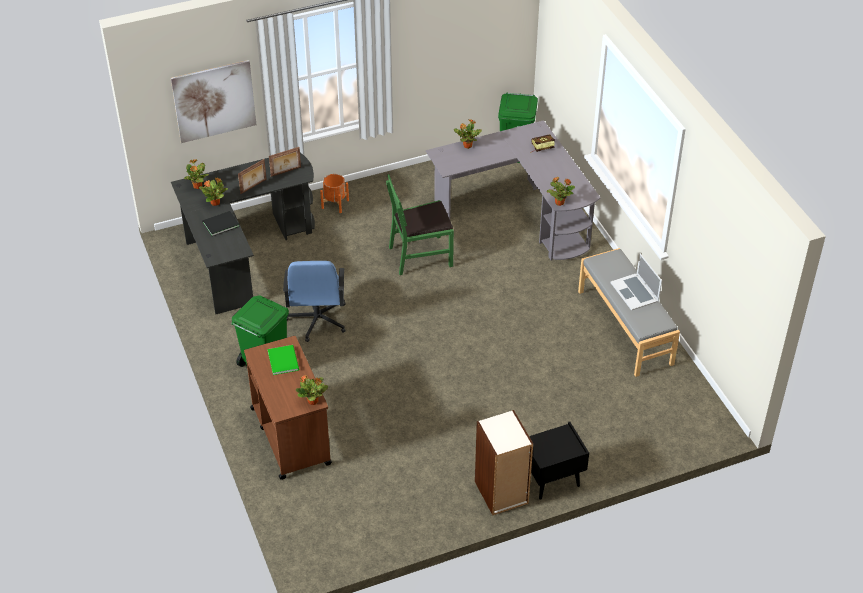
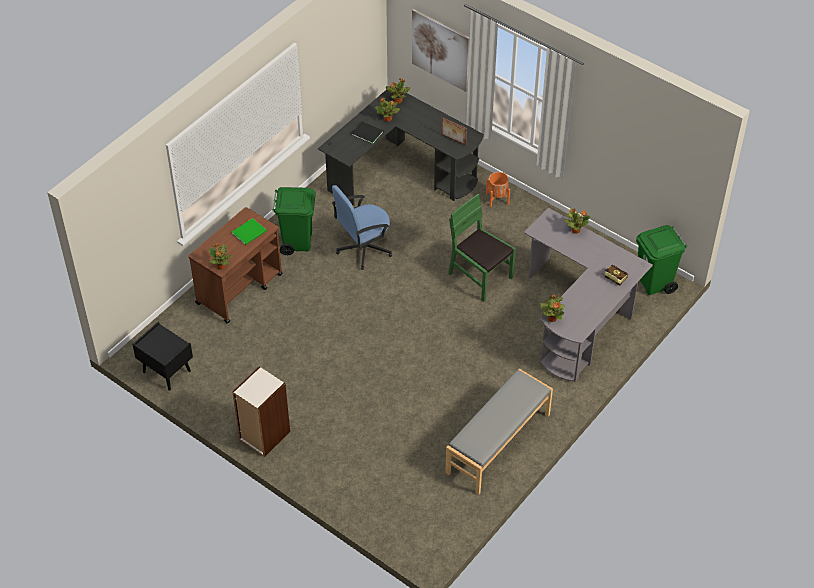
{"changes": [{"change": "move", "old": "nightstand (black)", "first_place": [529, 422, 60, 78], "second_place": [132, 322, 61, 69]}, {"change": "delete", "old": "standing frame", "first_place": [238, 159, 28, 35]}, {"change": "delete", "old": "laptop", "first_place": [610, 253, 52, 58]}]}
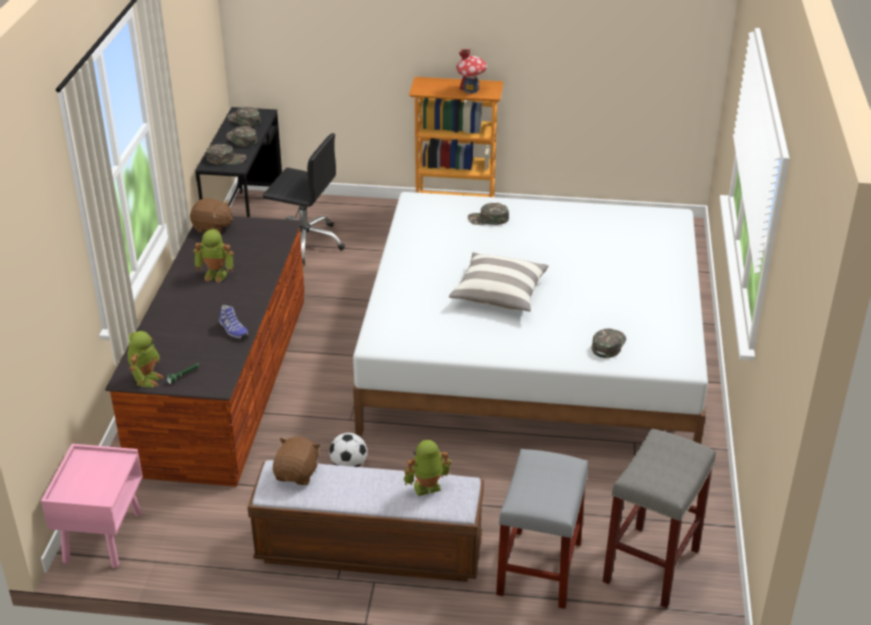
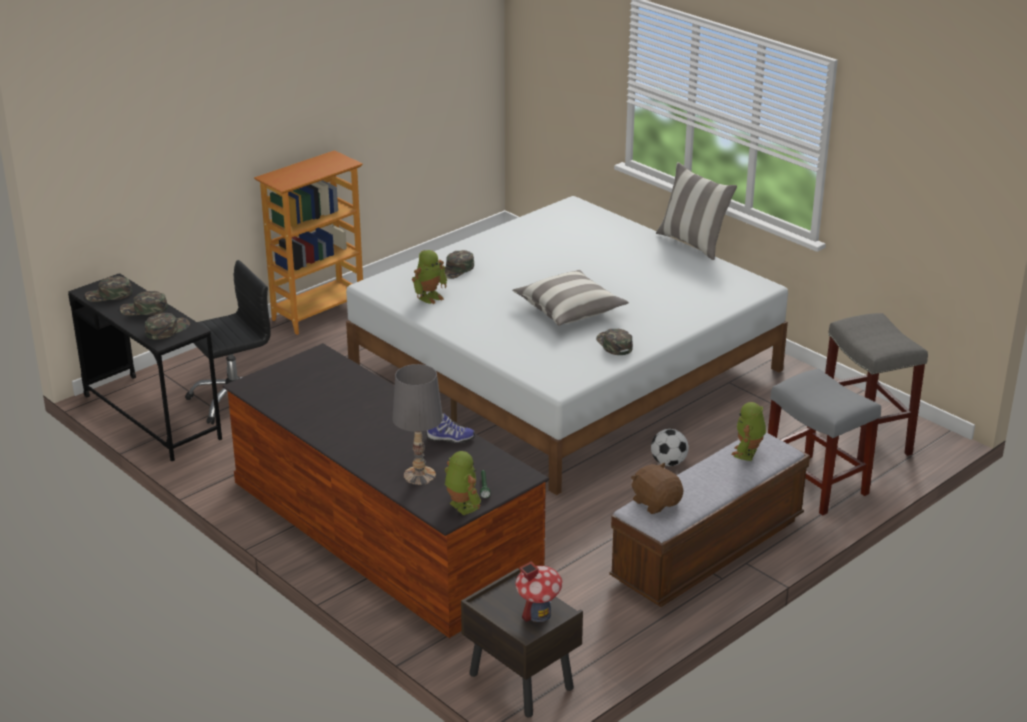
{"changes": [{"change": "insert", "new": "table lamp (greyish)", "second_place": [392, 364, 51, 121]}, {"change": "move", "old": "model robot", "first_place": [194, 229, 40, 54], "second_place": [412, 250, 35, 54]}, {"change": "recolor", "old": "nightstand (pink-coloured)", "new": "nightstand (brownish)", "first_place": [41, 444, 102, 124], "second_place": [461, 568, 122, 149]}, {"change": "move", "old": "miniature house", "first_place": [457, 49, 30, 44], "second_place": [515, 561, 48, 61]}, {"change": "move", "old": "cap (green)", "first_place": [592, 328, 34, 30], "second_place": [596, 329, 37, 26]}, {"change": "move", "old": "ball for football", "first_place": [329, 433, 38, 34], "second_place": [651, 429, 38, 37]}, {"change": "insert", "new": "pillow", "second_place": [656, 162, 81, 98]}, {"change": "delete", "old": "plush toy (brownish)", "first_place": [190, 198, 43, 36]}]}
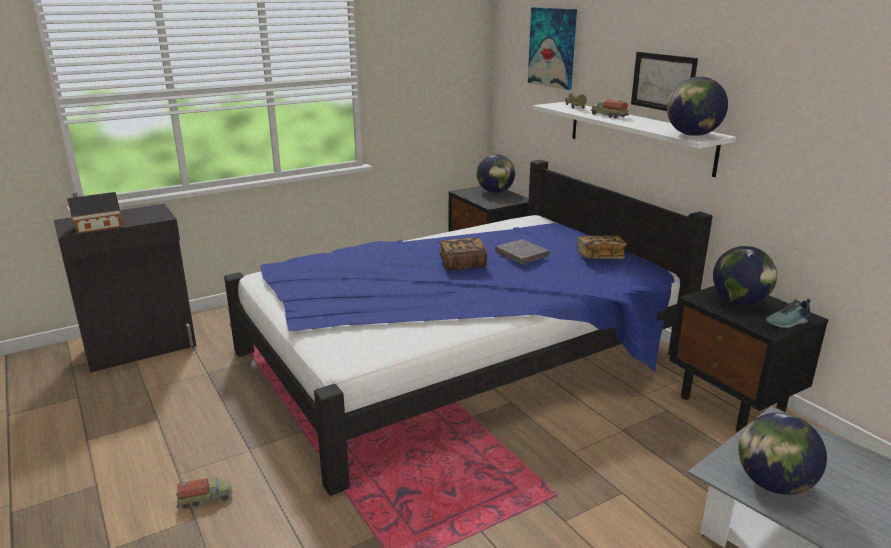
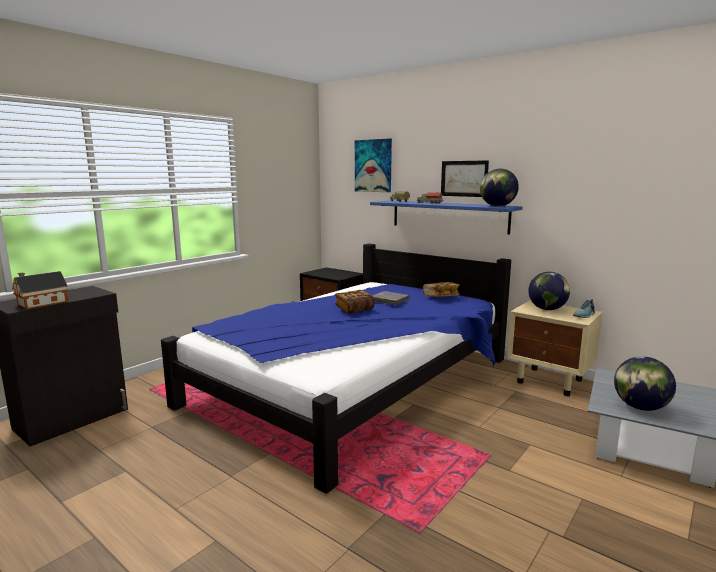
{"changes": [{"change": "recolor", "old": "bracket shelf (white)", "new": "bracket shelf (bluish)", "first_place": [533, 102, 204, 75], "second_place": [370, 201, 153, 34]}, {"change": "recolor", "old": "nightstand (black)", "new": "nightstand (beige)", "first_place": [669, 286, 160, 146], "second_place": [507, 300, 96, 96]}, {"change": "delete", "old": "model truck", "first_place": [176, 477, 56, 32]}, {"change": "delete", "old": "globe", "first_place": [477, 154, 38, 39]}]}
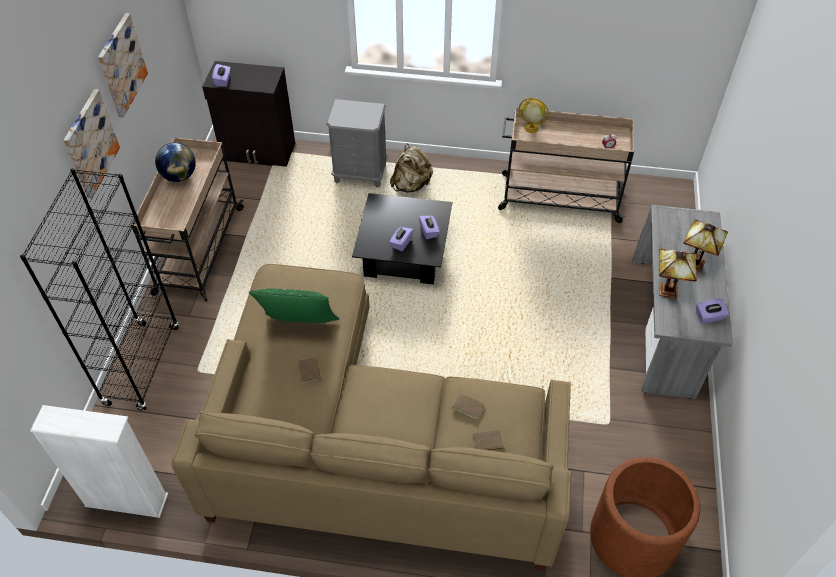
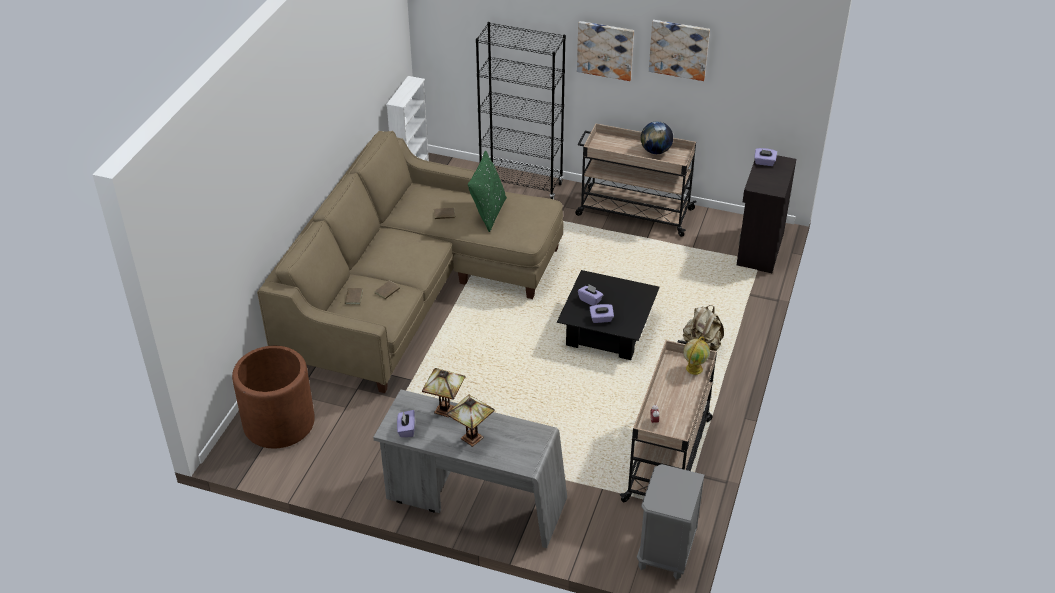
{"changes": [{"change": "move", "old": "nightstand (greyish)", "first_place": [326, 99, 62, 89], "second_place": [637, 464, 68, 116]}]}
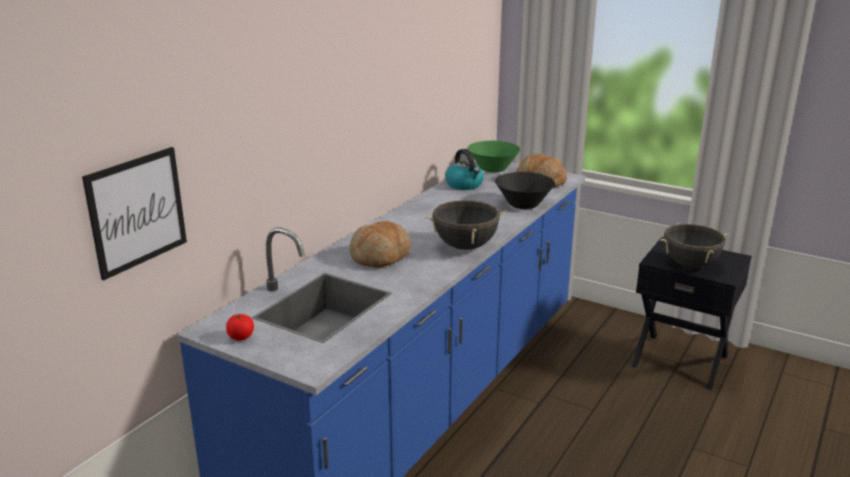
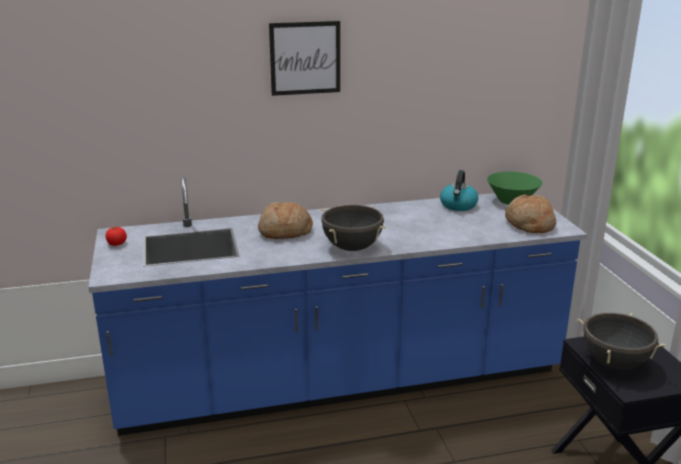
{"changes": [{"change": "move", "old": "wall art", "first_place": [82, 147, 105, 133], "second_place": [269, 21, 71, 75]}, {"change": "delete", "old": "bowl (black)", "first_place": [495, 172, 60, 37]}]}
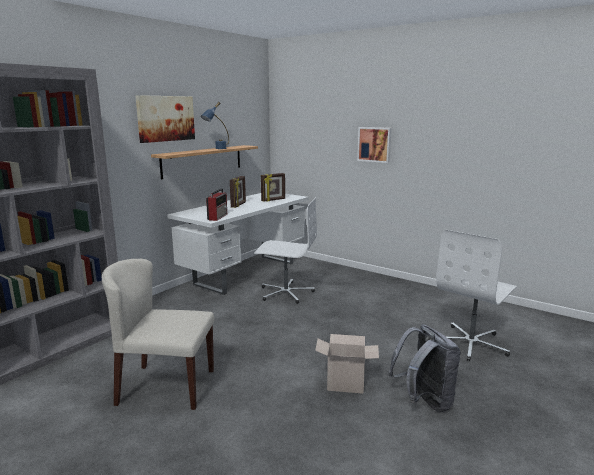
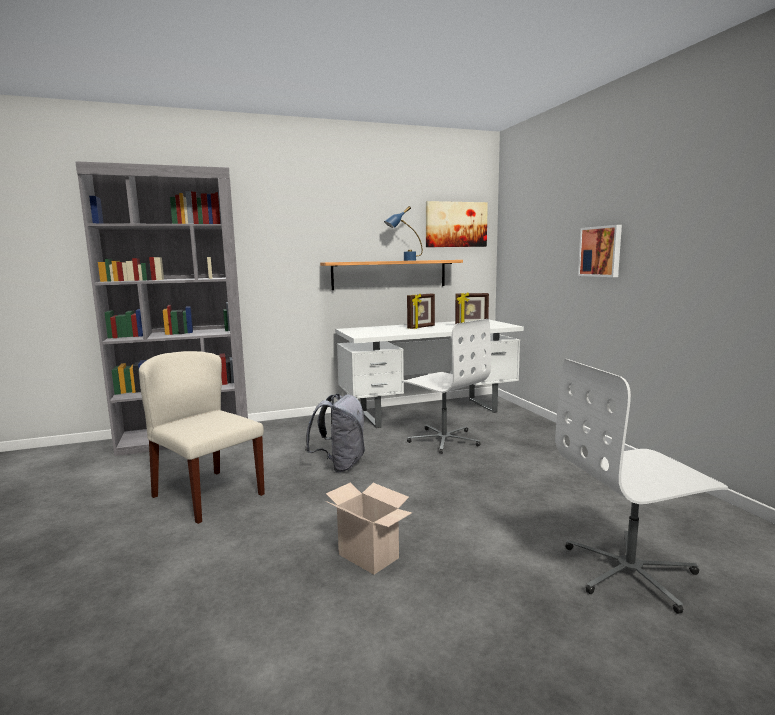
{"changes": [{"change": "move", "old": "rucksack (greyish)", "first_place": [388, 324, 73, 88], "second_place": [305, 394, 60, 78]}, {"change": "move", "old": "wall art", "first_place": [135, 95, 60, 48], "second_place": [426, 201, 62, 46]}, {"change": "delete", "old": "radio set", "first_place": [206, 188, 21, 33]}]}
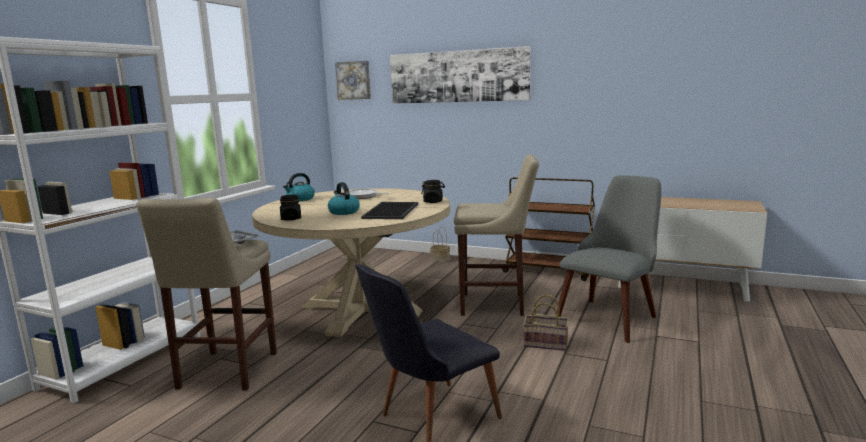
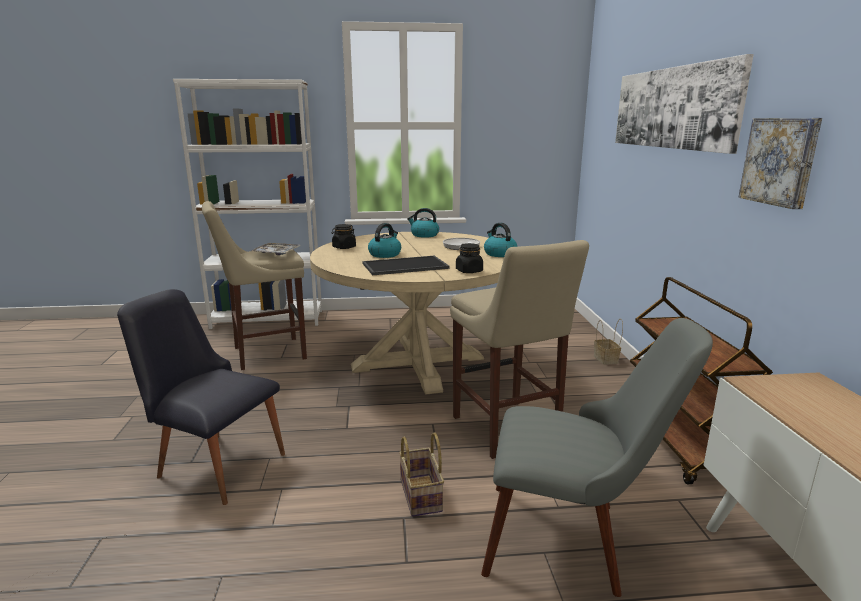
{"changes": [{"change": "insert", "new": "kettle", "second_place": [484, 223, 33, 34]}, {"change": "move", "old": "wall art", "first_place": [335, 61, 36, 39], "second_place": [738, 118, 84, 91]}]}
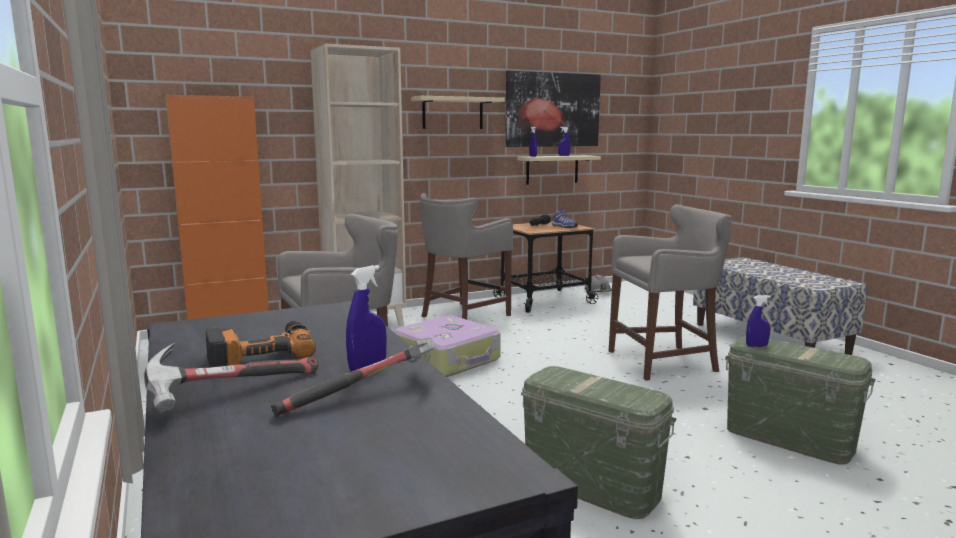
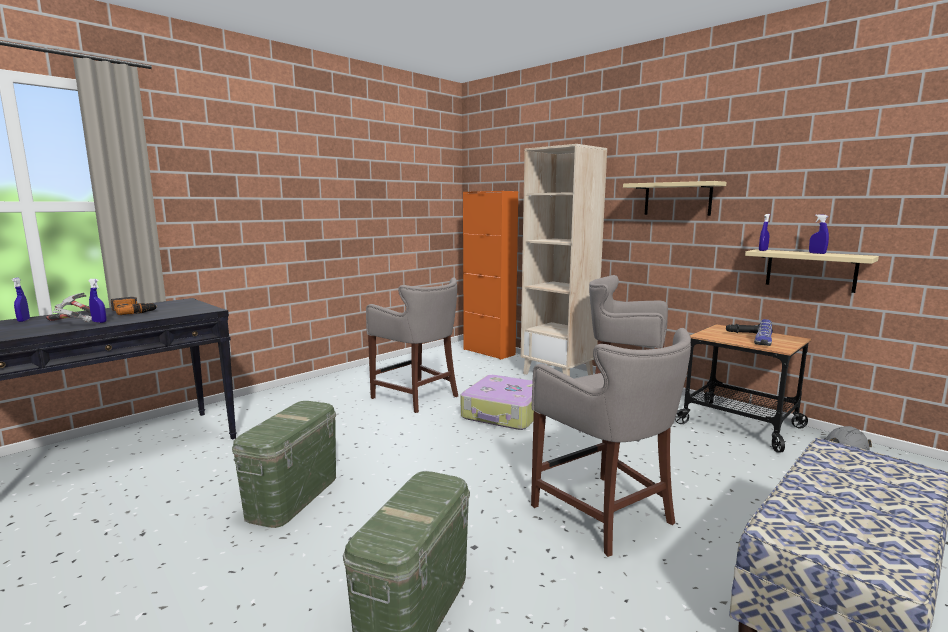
{"changes": [{"change": "move", "old": "sprayer (bluish)", "first_place": [746, 295, 25, 52], "second_place": [12, 278, 18, 44]}, {"change": "delete", "old": "wall art", "first_place": [505, 71, 96, 76]}]}
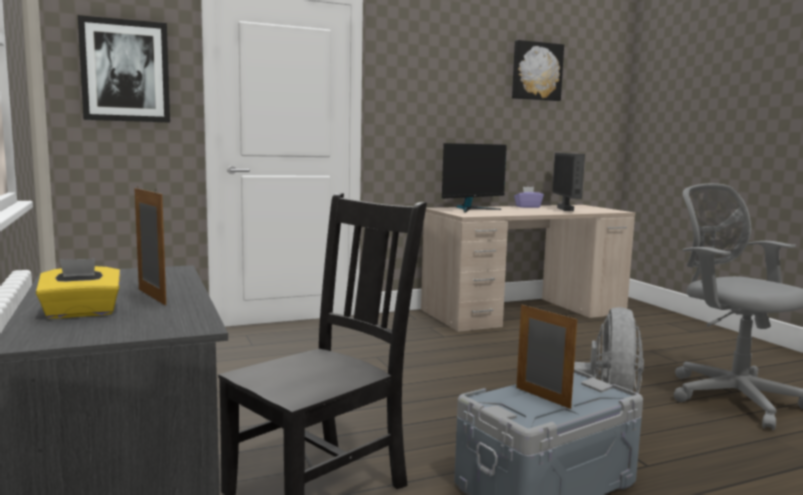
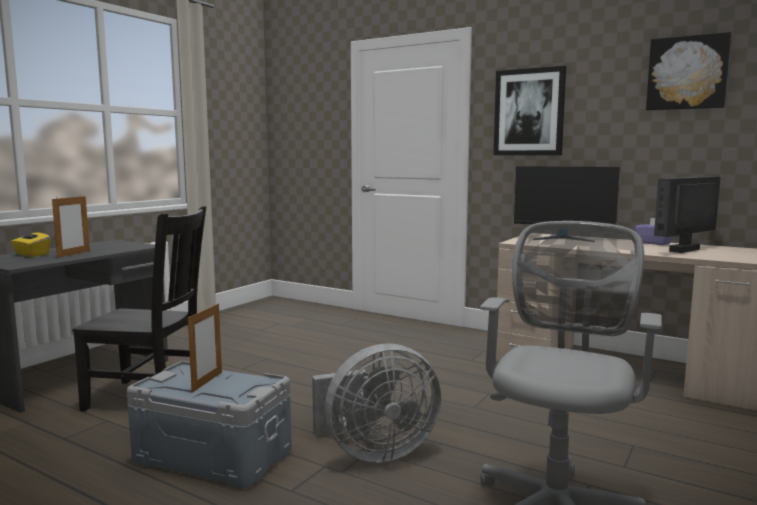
{"changes": [{"change": "move", "old": "wall art", "first_place": [78, 15, 92, 108], "second_place": [494, 66, 72, 89]}]}
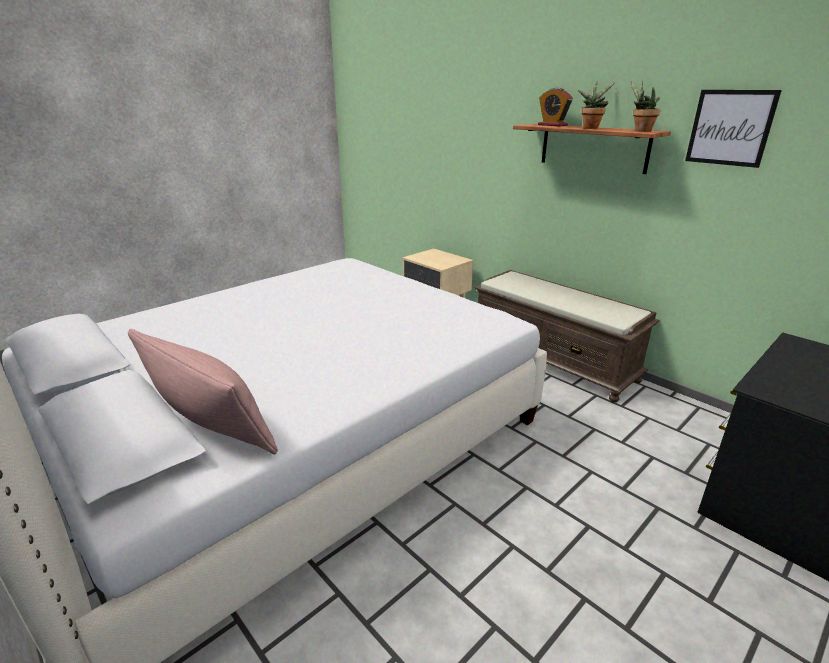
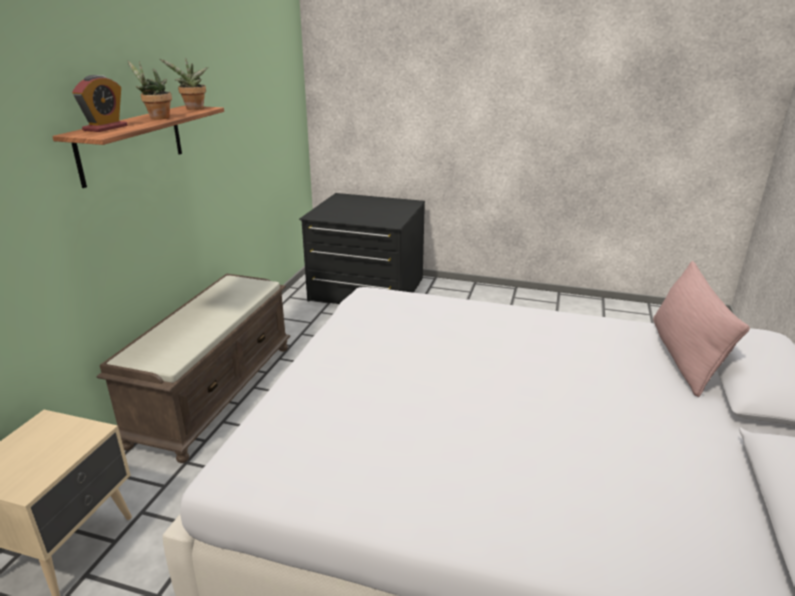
{"changes": [{"change": "delete", "old": "wall art", "first_place": [685, 90, 97, 78]}]}
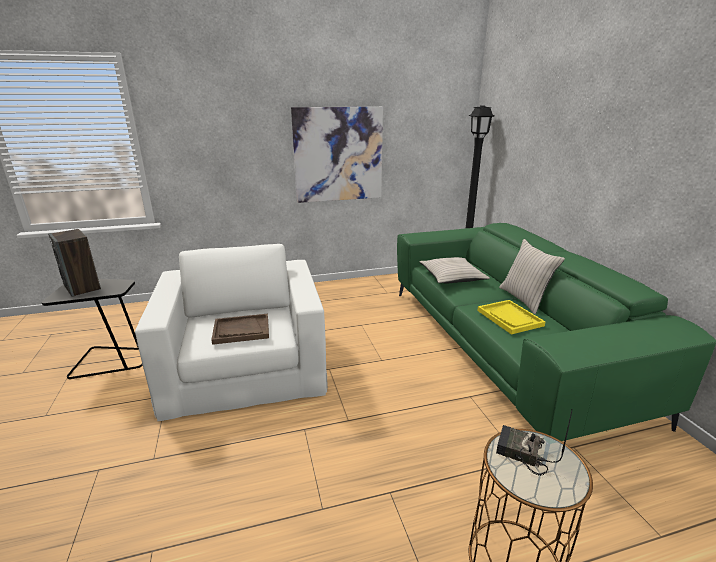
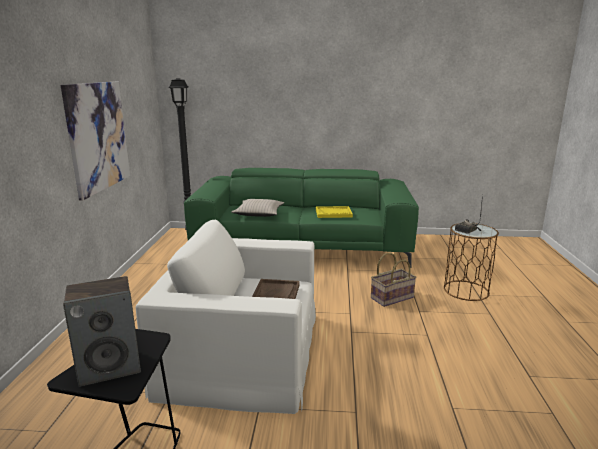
{"changes": [{"change": "insert", "new": "basket", "second_place": [371, 252, 45, 55]}, {"change": "delete", "old": "pillow (beige)", "first_place": [499, 239, 66, 75]}]}
